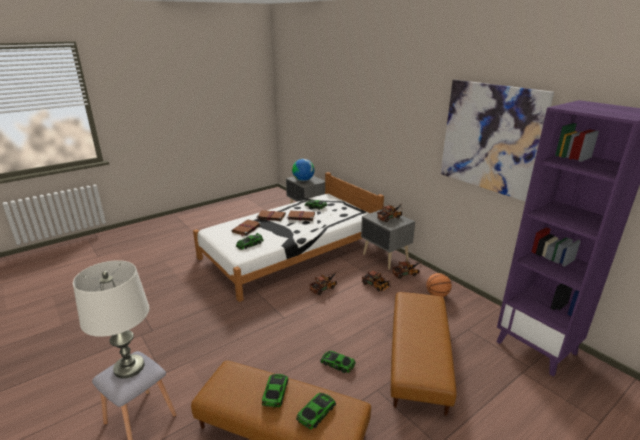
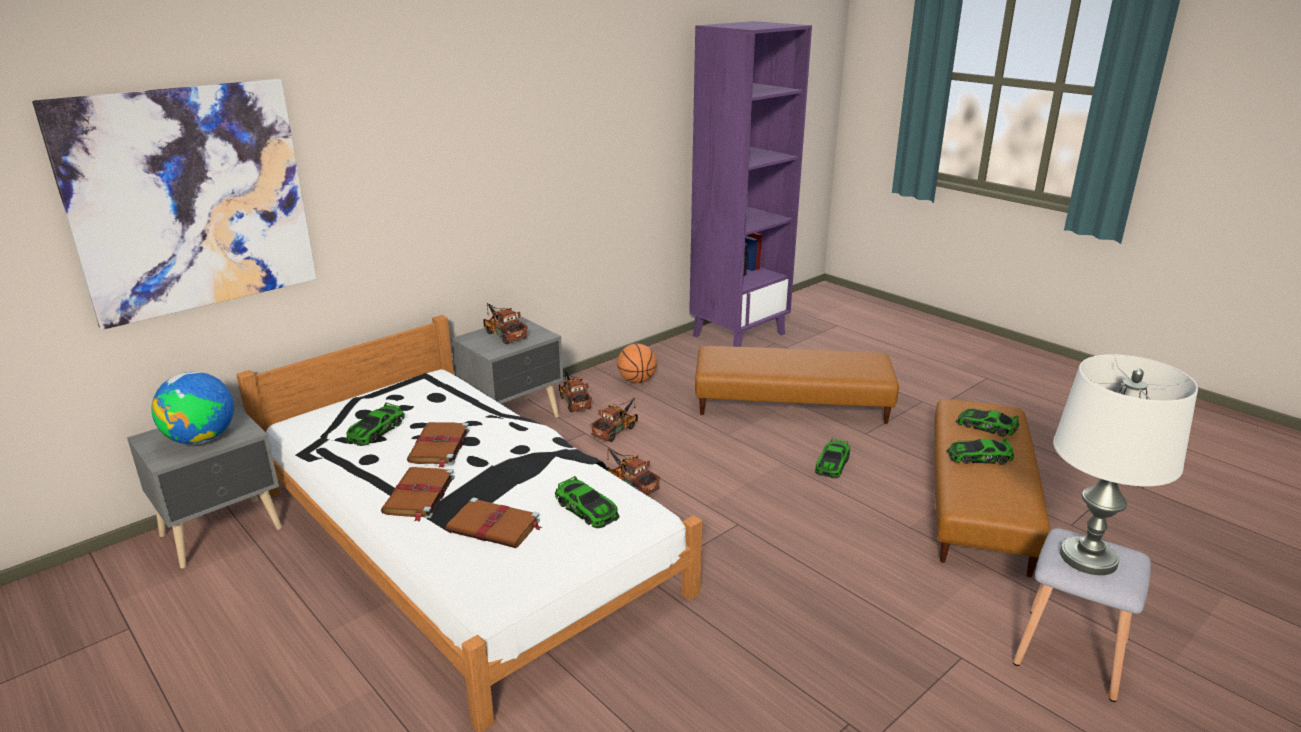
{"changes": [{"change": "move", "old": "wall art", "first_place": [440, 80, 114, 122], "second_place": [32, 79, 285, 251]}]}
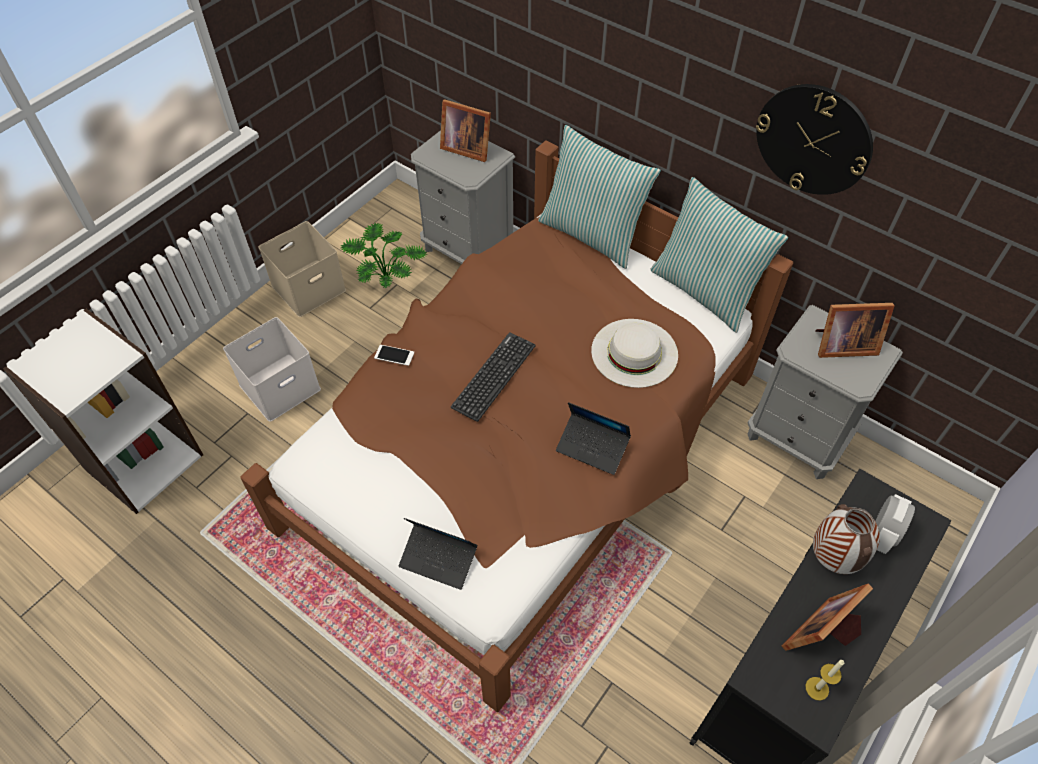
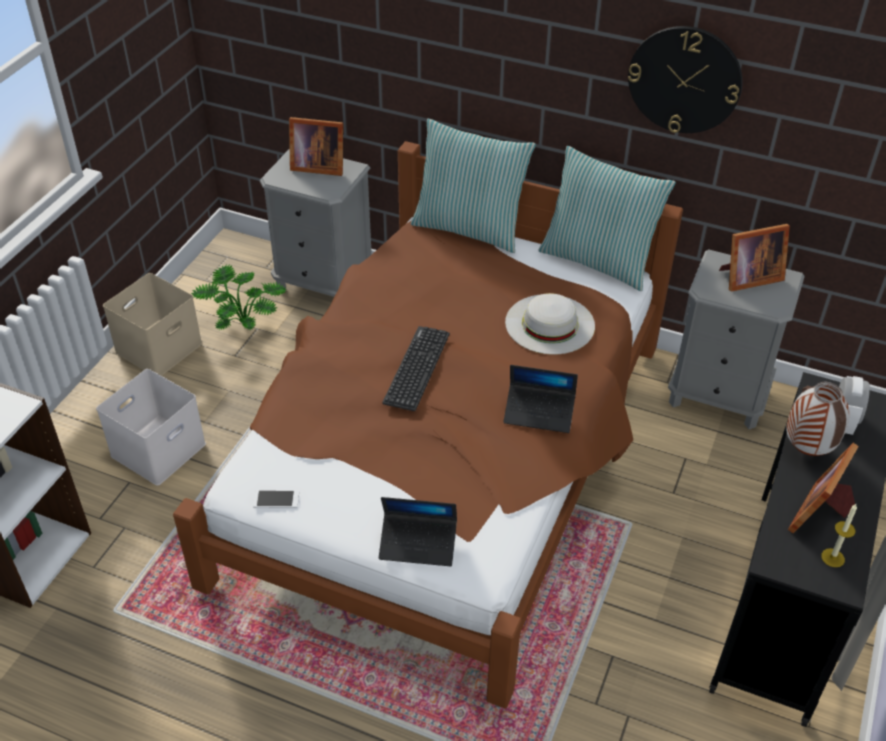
{"changes": [{"change": "move", "old": "telephone", "first_place": [374, 345, 40, 21], "second_place": [253, 490, 46, 18]}]}
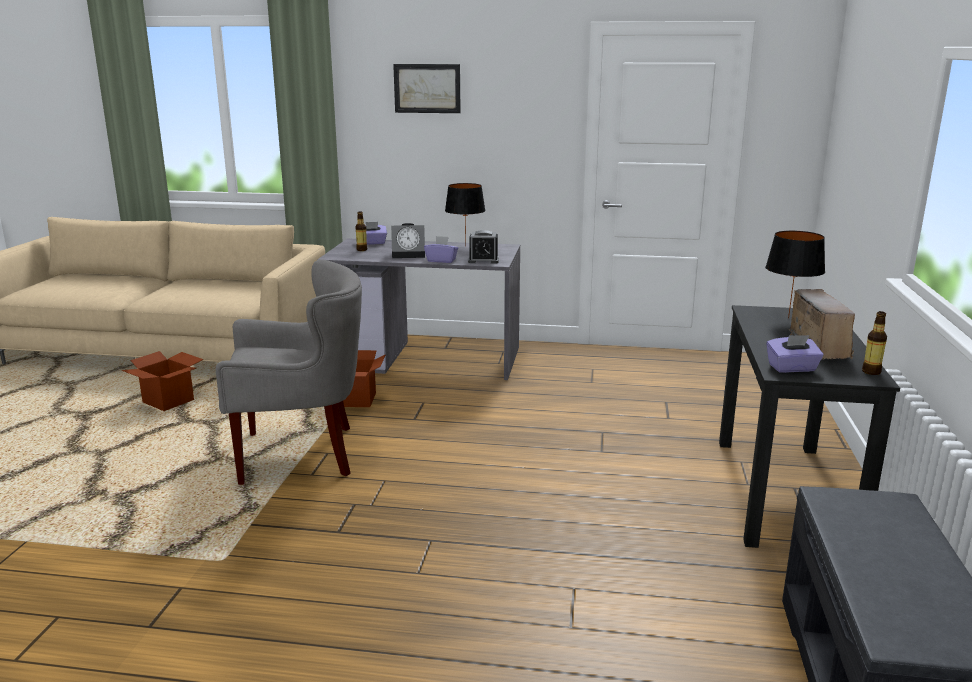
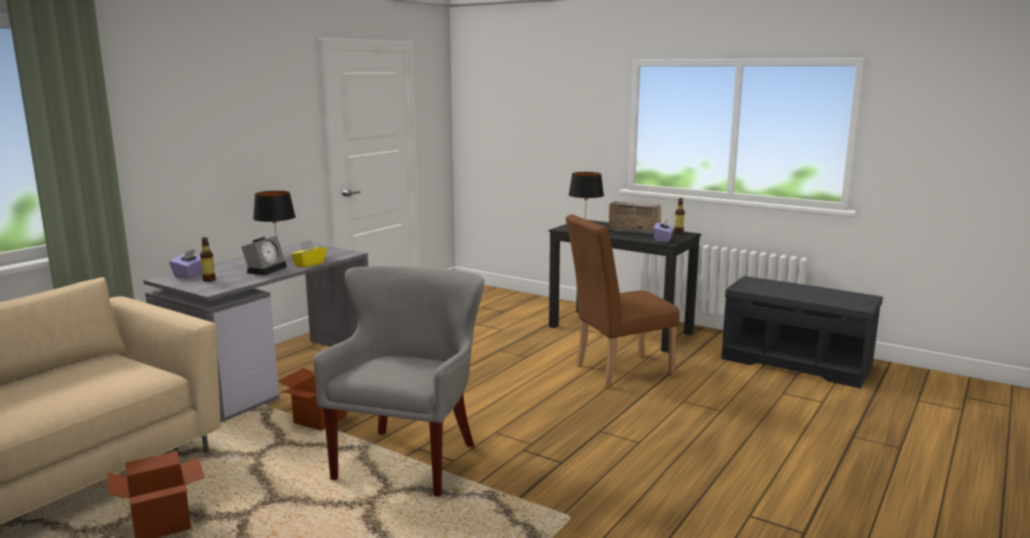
{"changes": [{"change": "recolor", "old": "box of tissues (purplish)", "new": "box of tissues (yellowish)", "first_place": [424, 236, 34, 27], "second_place": [291, 240, 35, 28]}, {"change": "insert", "new": "upright chair (brownish)", "second_place": [565, 214, 115, 174]}, {"change": "delete", "old": "wall art", "first_place": [393, 64, 68, 49]}, {"change": "delete", "old": "table clock", "first_place": [468, 230, 31, 33]}]}
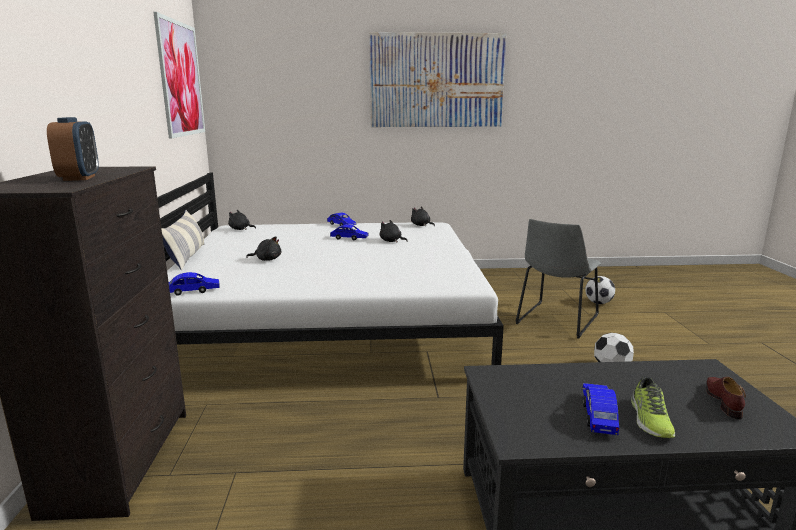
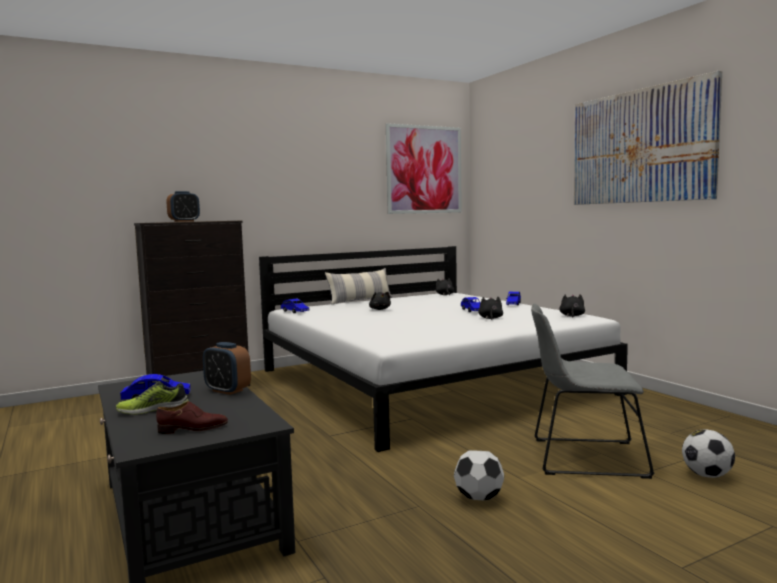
{"changes": [{"change": "insert", "new": "table clock", "second_place": [203, 342, 48, 53]}]}
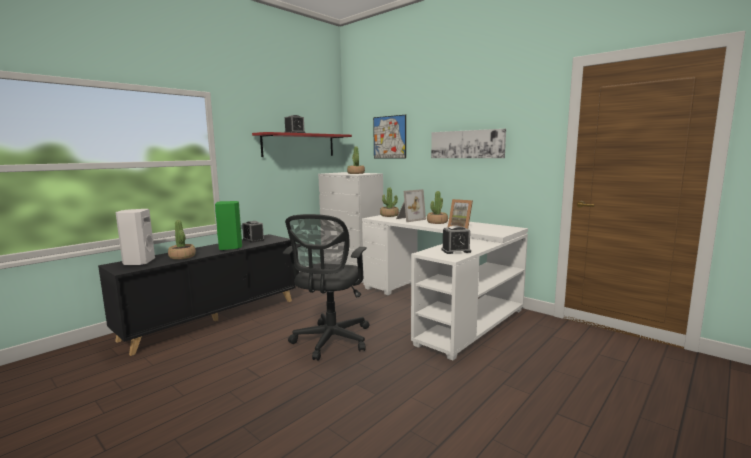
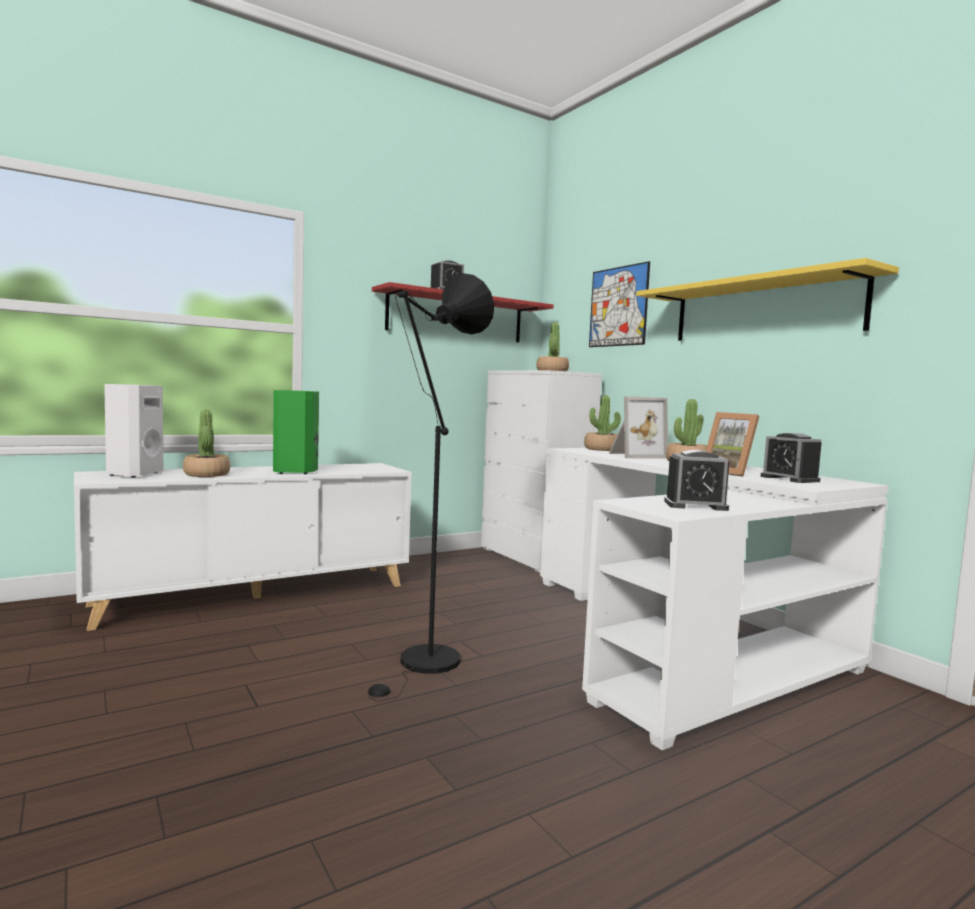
{"changes": [{"change": "recolor", "old": "storage cabinet (black)", "new": "storage cabinet (white)", "first_place": [98, 234, 198, 122], "second_place": [74, 463, 338, 168]}, {"change": "replace", "old": "computer chair (black)", "new": "standing lamp (black)", "first_place": [283, 214, 86, 147], "second_place": [368, 273, 126, 429]}, {"change": "replace", "old": "wall art", "new": "bracket shelf (yellowish)", "first_place": [431, 129, 75, 29], "second_place": [636, 258, 263, 83]}, {"change": "move", "old": "table clock", "first_place": [242, 221, 22, 22], "second_place": [760, 433, 62, 50]}]}
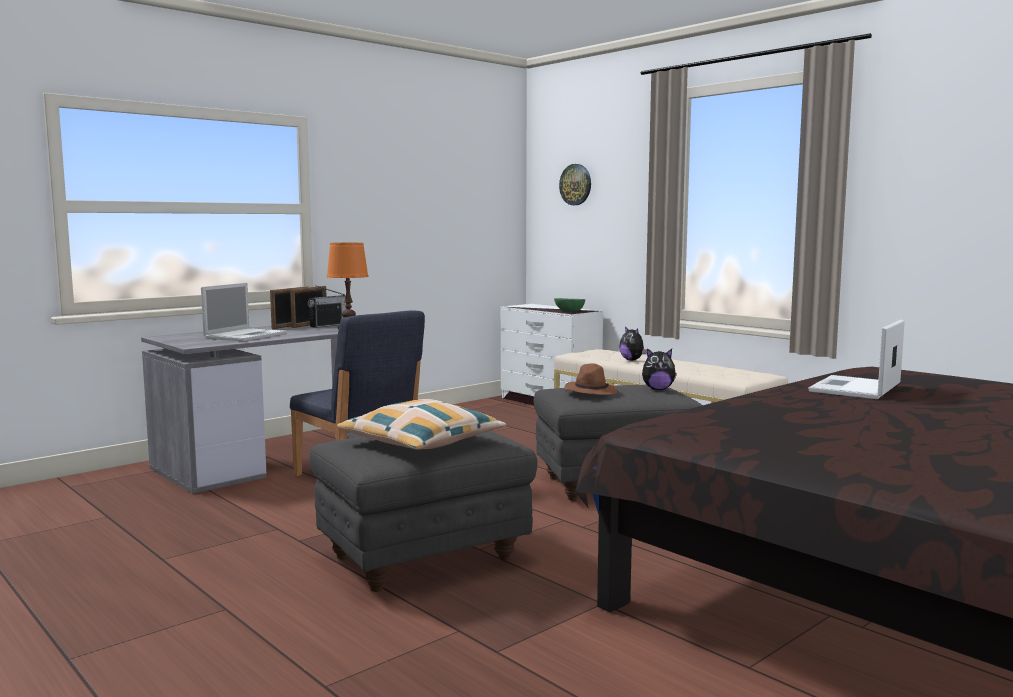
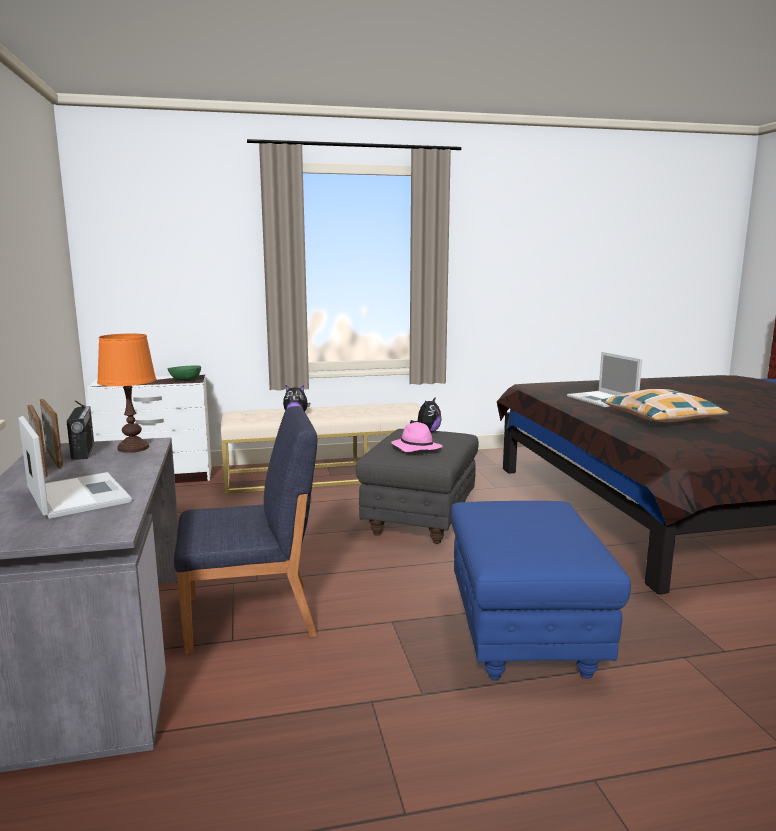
{"changes": [{"change": "recolor", "old": "wearable hat (brownish)", "new": "wearable hat (pink-coloured)", "first_place": [565, 363, 52, 32], "second_place": [391, 422, 52, 30]}, {"change": "recolor", "old": "ottoman (greyish)", "new": "ottoman (bluish)", "first_place": [310, 431, 228, 161], "second_place": [451, 501, 180, 179]}, {"change": "move", "old": "pillow", "first_place": [337, 399, 169, 51], "second_place": [601, 389, 128, 33]}, {"change": "delete", "old": "hanging clock", "first_place": [559, 164, 32, 41]}]}
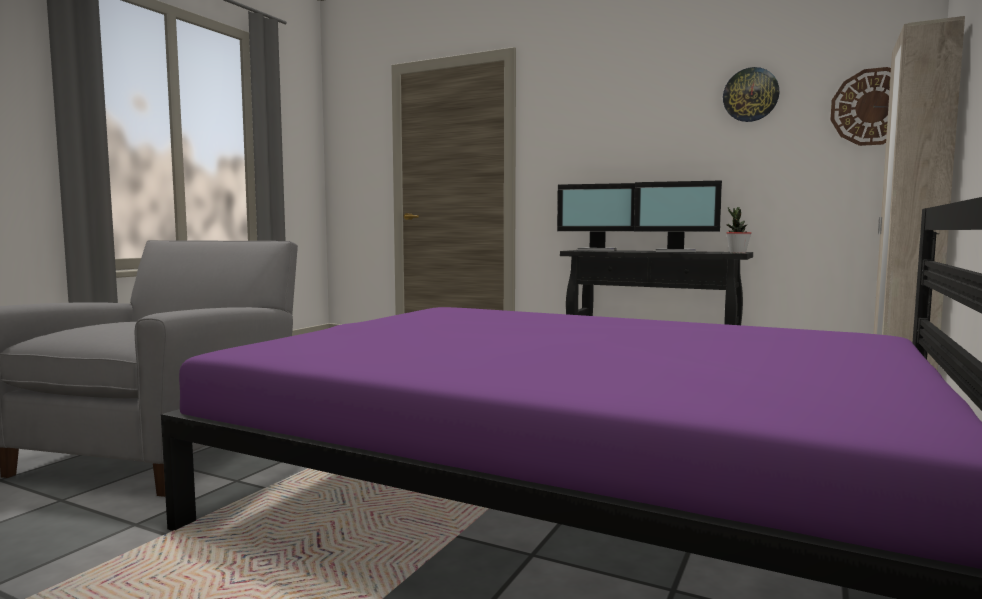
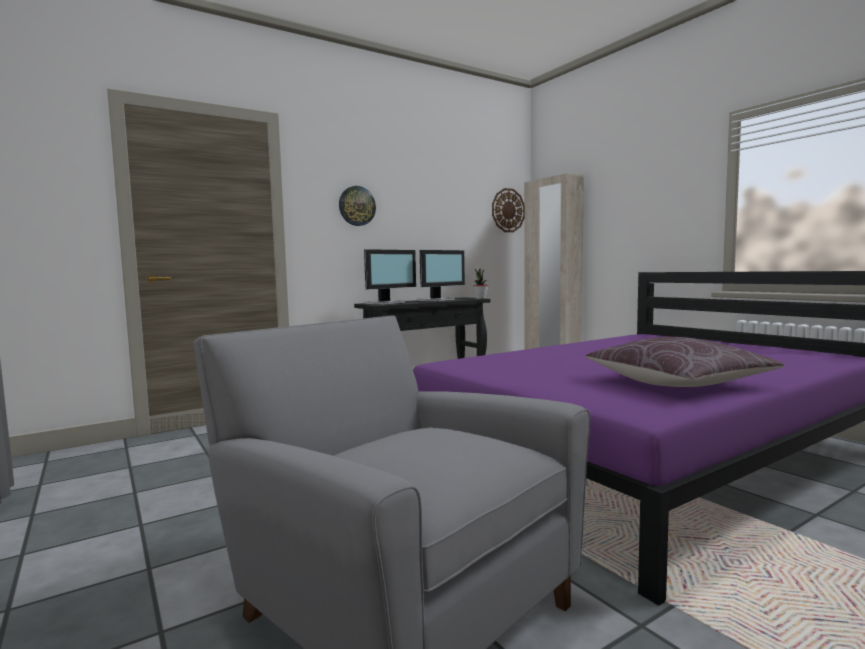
{"changes": [{"change": "move", "old": "hanging clock", "first_place": [723, 67, 57, 55], "second_place": [339, 186, 37, 40]}, {"change": "insert", "new": "pillow (brownish)", "second_place": [585, 337, 199, 50]}]}
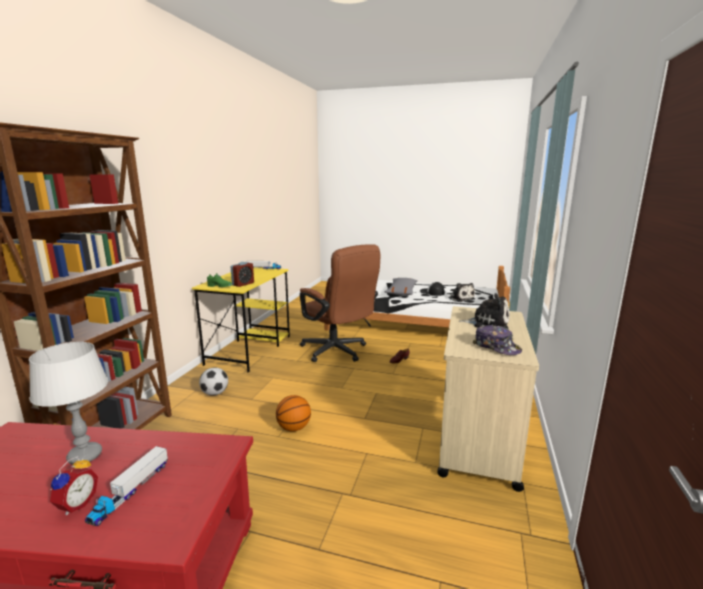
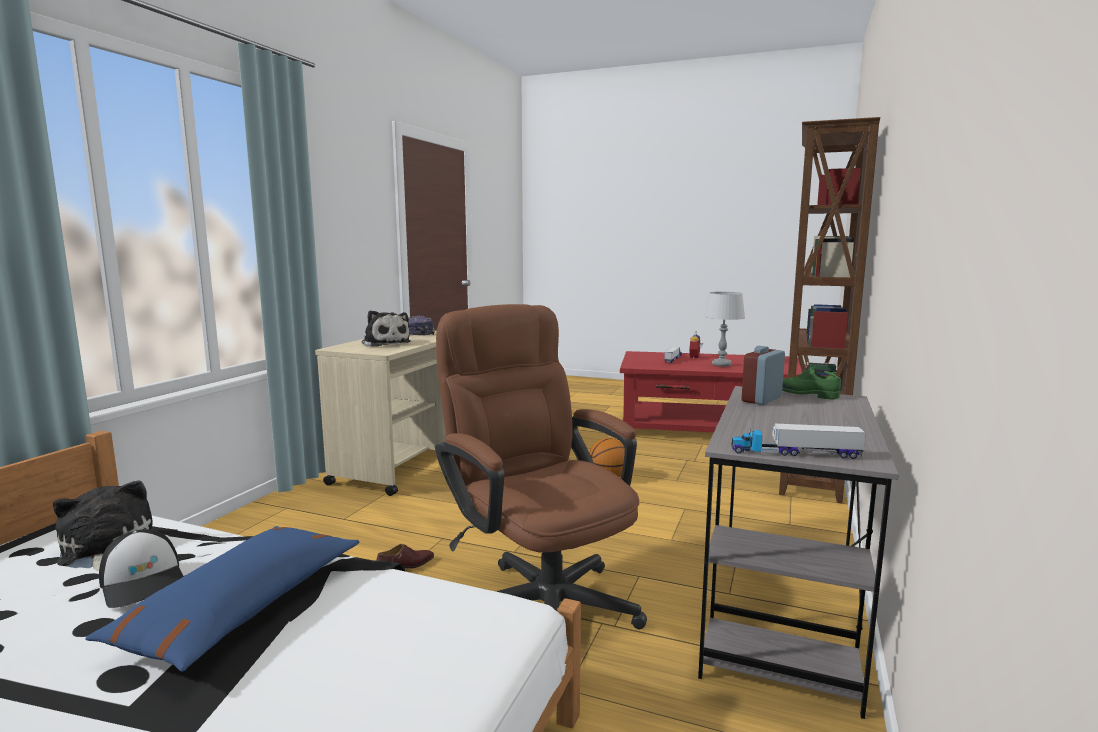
{"changes": [{"change": "recolor", "old": "pillow (greyish)", "new": "pillow (bluish)", "first_place": [384, 278, 34, 18], "second_place": [85, 526, 274, 146]}, {"change": "rotate", "old": "plush toy", "first_place": [459, 293, 51, 36], "second_place": [362, 310, 49, 37], "degrees": -150}, {"change": "recolor", "old": "desk (yellowish)", "new": "desk (greyish)", "first_place": [192, 267, 98, 105], "second_place": [698, 386, 201, 333]}, {"change": "delete", "old": "ball for football", "first_place": [199, 367, 29, 29]}]}
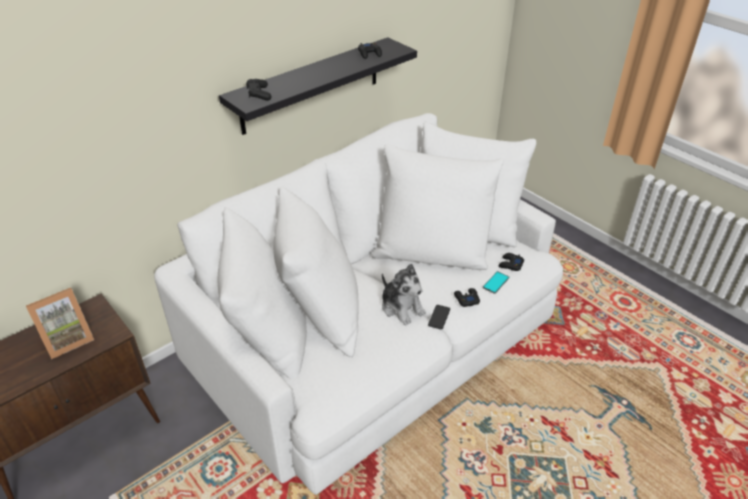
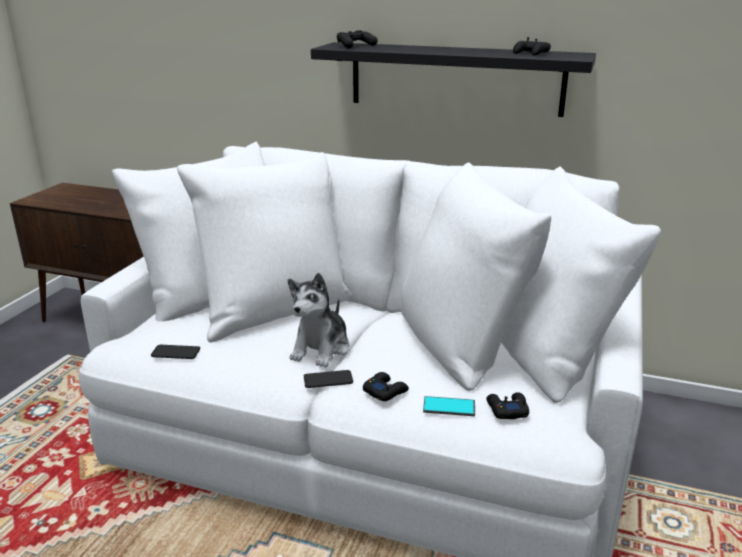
{"changes": [{"change": "insert", "new": "telephone", "second_place": [151, 345, 49, 14]}, {"change": "delete", "old": "standing frame", "first_place": [26, 288, 68, 71]}]}
